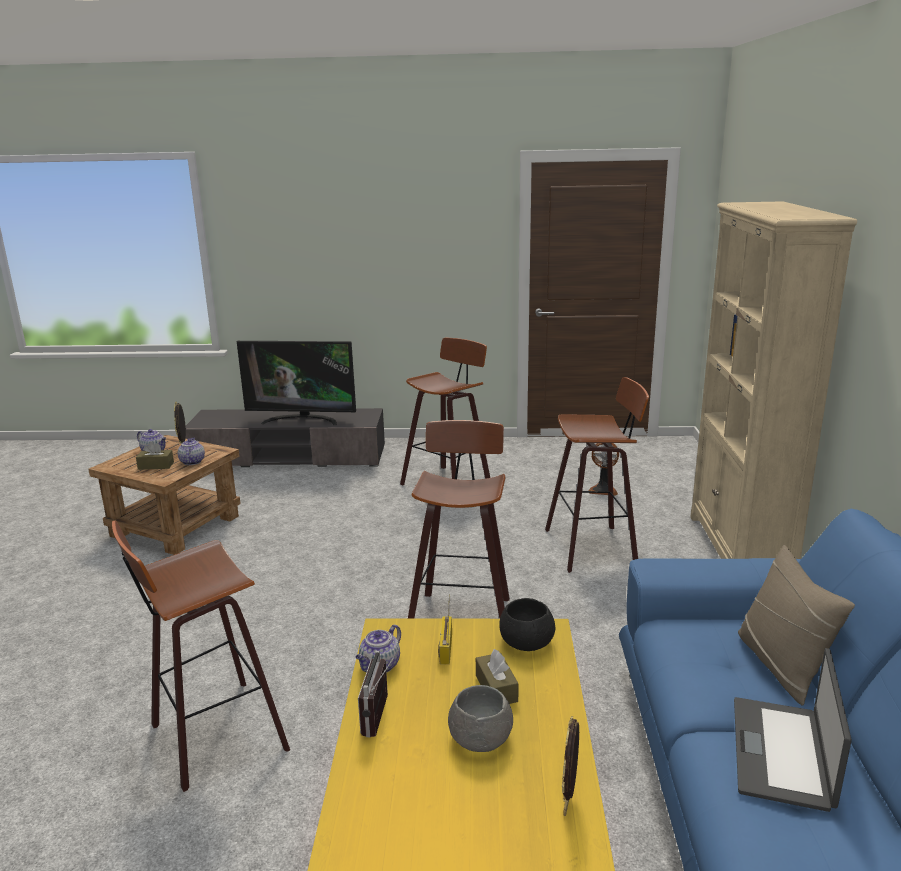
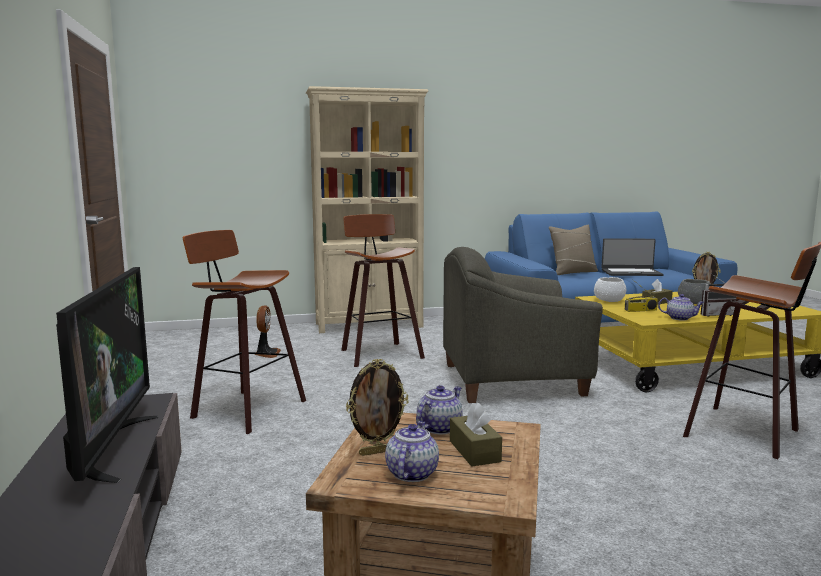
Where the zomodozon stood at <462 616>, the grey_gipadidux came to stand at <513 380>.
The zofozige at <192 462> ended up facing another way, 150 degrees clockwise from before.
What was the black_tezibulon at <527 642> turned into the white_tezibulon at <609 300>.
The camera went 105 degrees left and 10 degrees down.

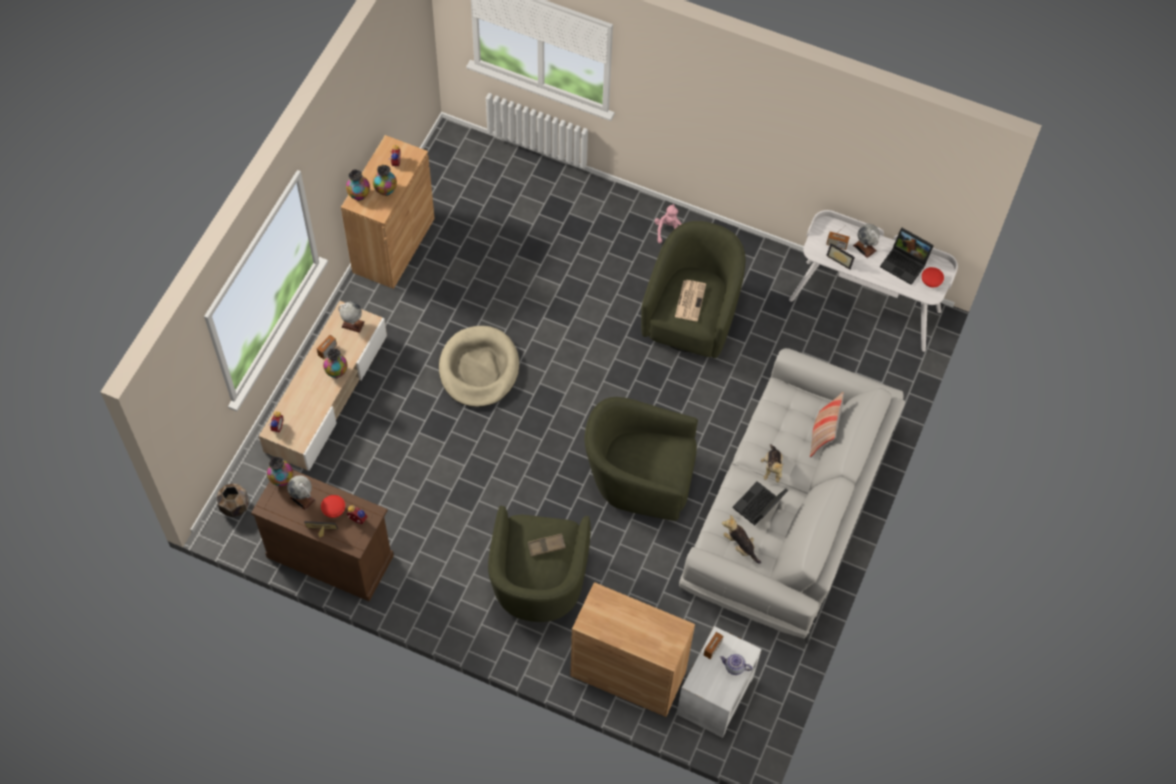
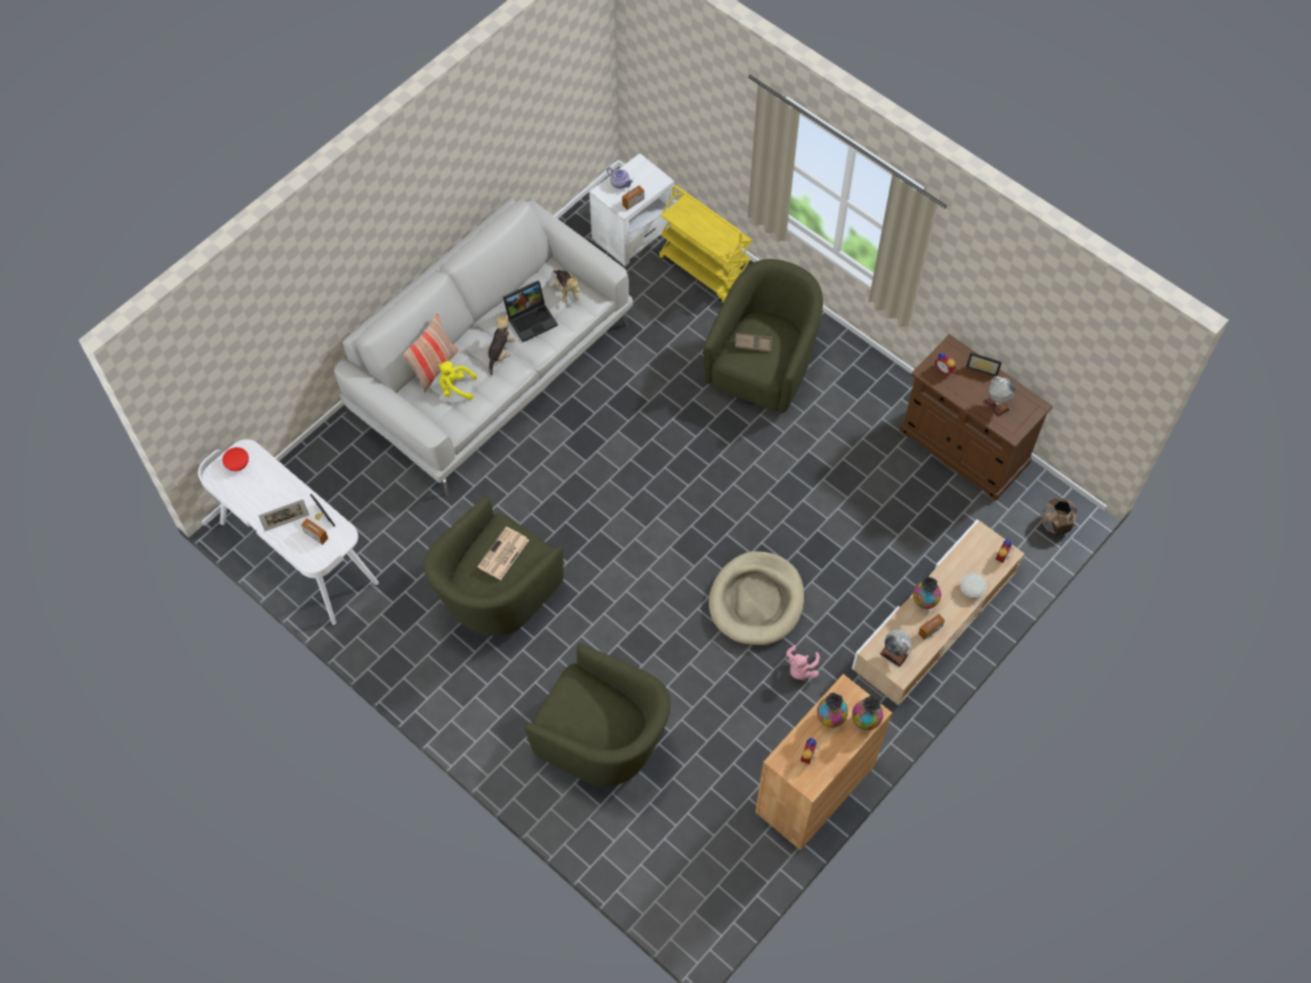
The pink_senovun ended up elsewhere, having gone from <669 231> to <801 669>.
Where the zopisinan stood at <865 248>, the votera came to stand at <287 523>.
The second view lost the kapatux at <905 264>.
The green_gipadidux ended up elsewhere, having gone from <639 479> to <602 741>.
The second view lost the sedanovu at <282 479>.
The second view lost the red_tezibulon at <333 510>.
Where the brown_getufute stood at <628 674>, the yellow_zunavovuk came to stand at <704 270>.
The second view gained the yellow_senovun at <456 388>.
The second view gained the white_tezibulon at <971 590>.
The camera went 160 degrees left and 0 degrees up.

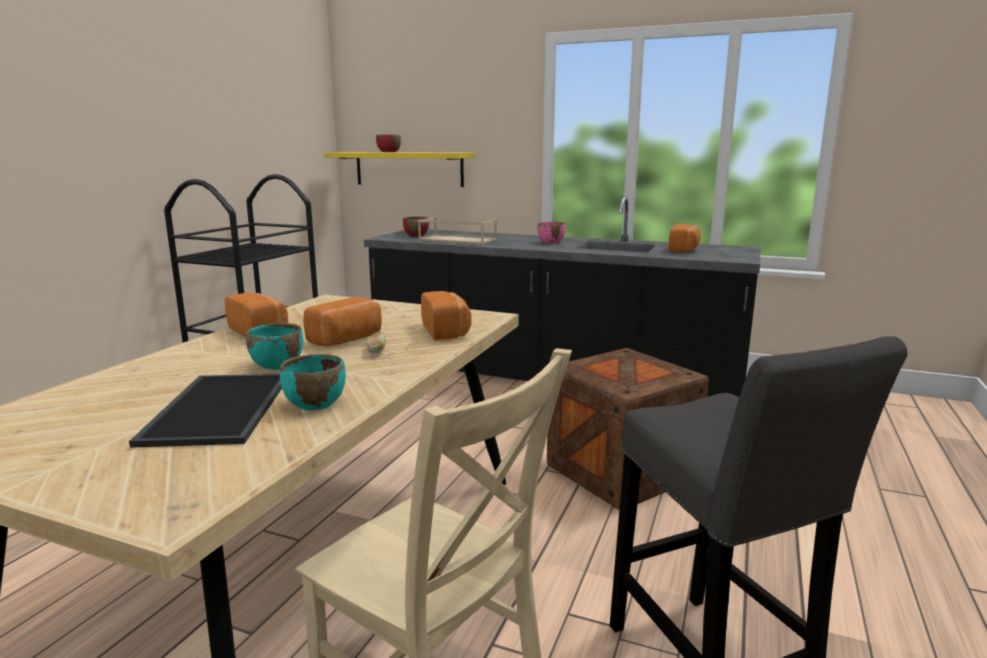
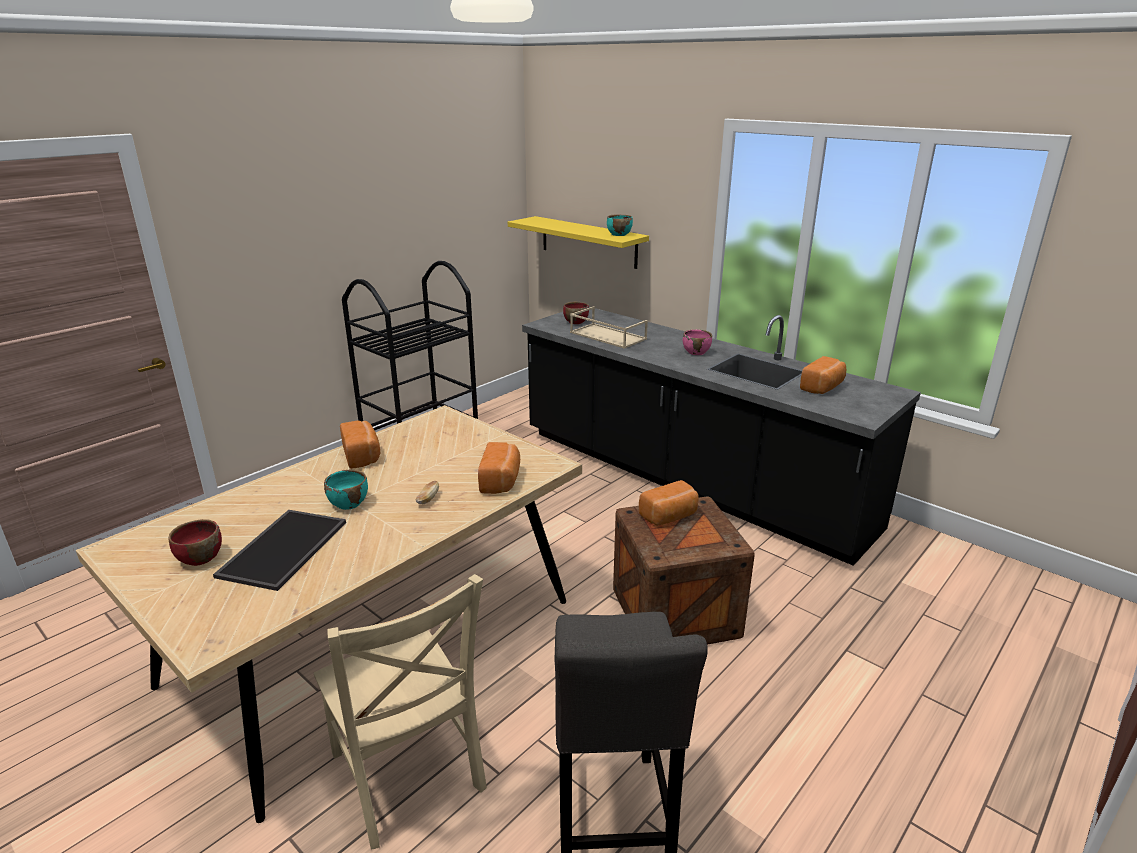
The red_tezibulon ended up elsewhere, having gone from <388 152> to <200 558>.
The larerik ended up elsewhere, having gone from <347 339> to <670 516>.
The turquoise_tezibulon ended up elsewhere, having gone from <314 404> to <619 234>.
The camera went 20 degrees right and 10 degrees up.

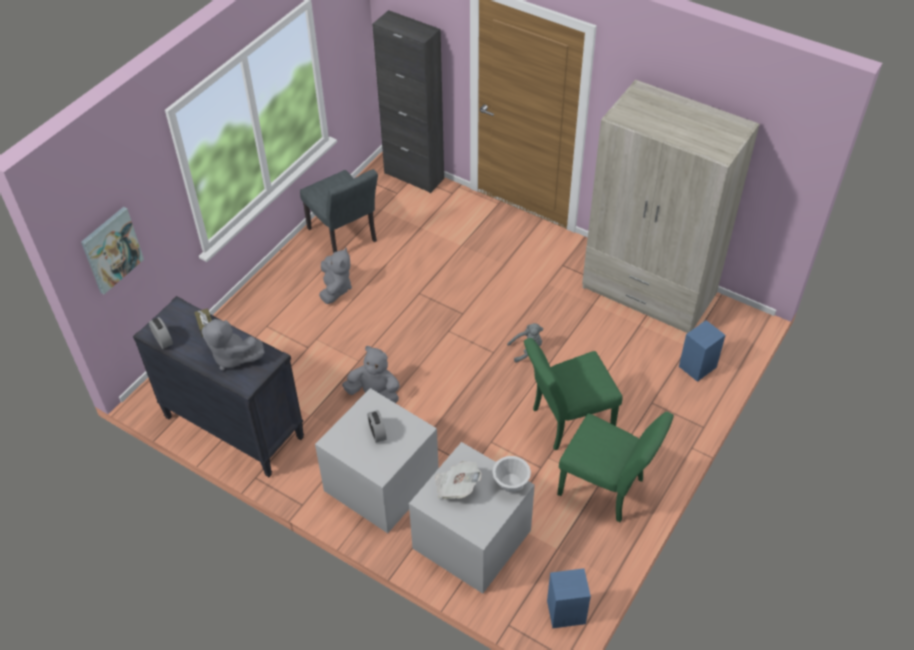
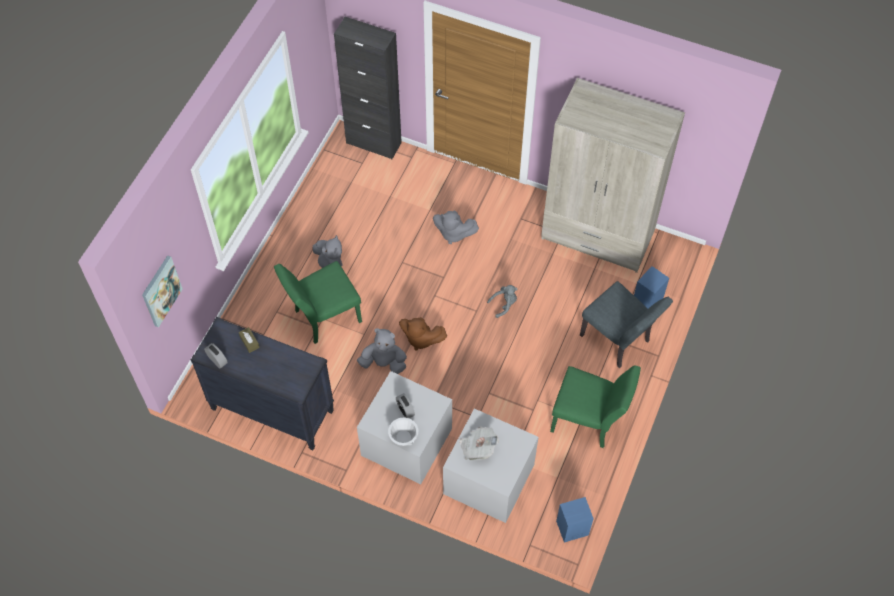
The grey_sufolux ended up elsewhere, having gone from <345 238> to <618 341>.
The grey_senovun ended up elsewhere, having gone from <232 357> to <453 233>.
The green_sufolux ended up elsewhere, having gone from <566 421> to <323 318>.
The white_tezibulon ended up elsewhere, having gone from <510 484> to <403 438>.
The second view gained the brown_senovun at <420 339>.
The camera went 10 degrees left and 10 degrees up.

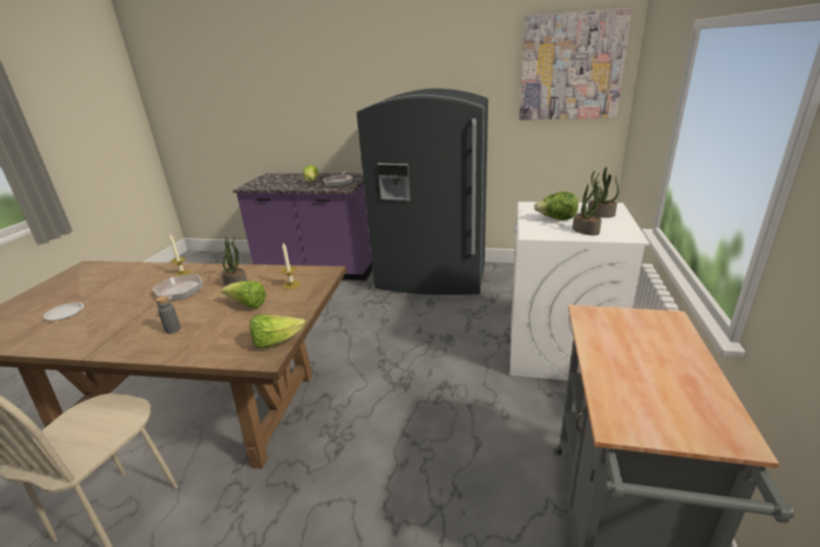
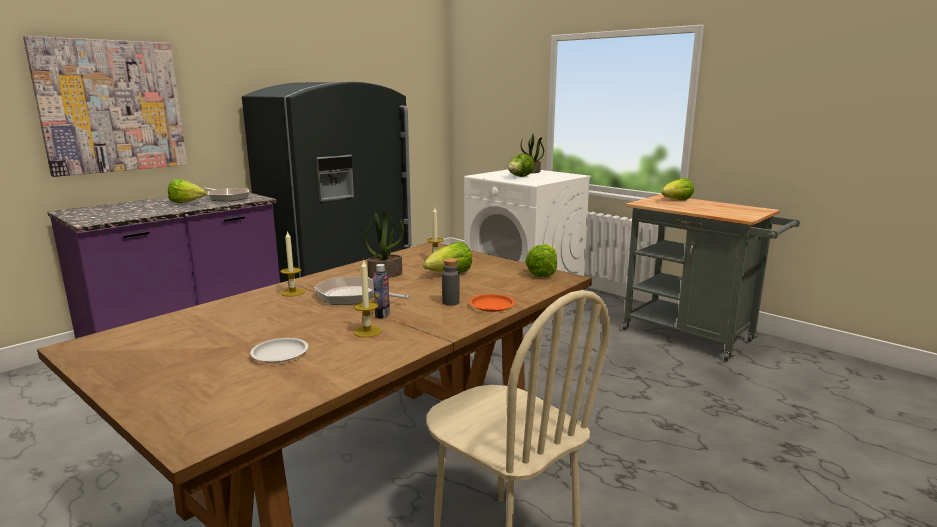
The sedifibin ended up elsewhere, having gone from <571 67> to <112 106>.
The second view lost the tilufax at <586 231>.
The second view gained the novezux at <676 200>.
The second view gained the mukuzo at <367 331>.
The second view gained the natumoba at <382 315>.
The second view gained the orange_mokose at <492 306>.
The camera went 60 degrees left and 10 degrees down.

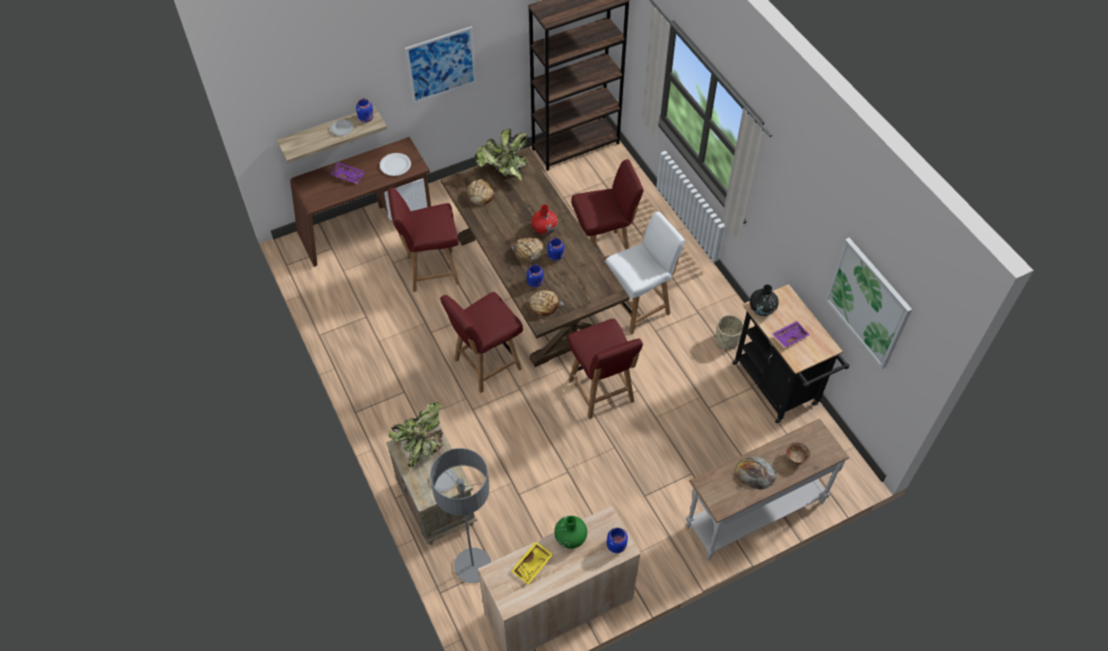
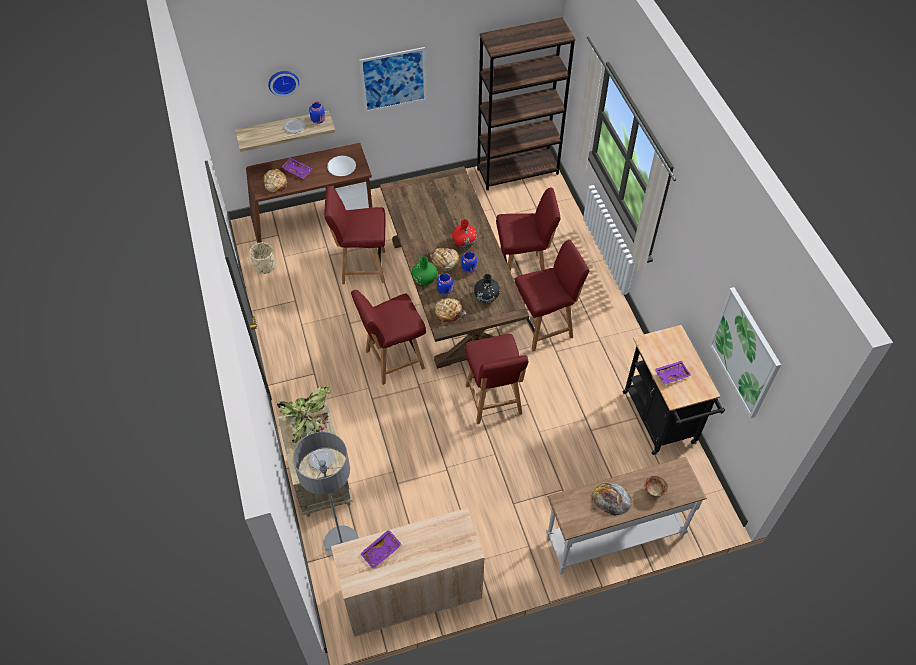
The second view lost the tilufax at <505 171>.
The larerik ended up elsewhere, having gone from <480 195> to <275 184>.
What was the white_sufolux at <639 307> turned into the red_sufolux at <545 327>.
The black_sedanovu ended up elsewhere, having gone from <762 309> to <486 297>.
The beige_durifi ended up elsewhere, having gone from <727 341> to <264 266>.
The green_sedanovu ended up elsewhere, having gone from <570 538> to <424 279>.
The second view lost the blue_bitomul at <617 545>.
What was the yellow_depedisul at <532 565> turned into the purple_depedisul at <381 552>.
The second view gained the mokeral at <283 81>.
The camera went 10 degrees right and 0 degrees up.

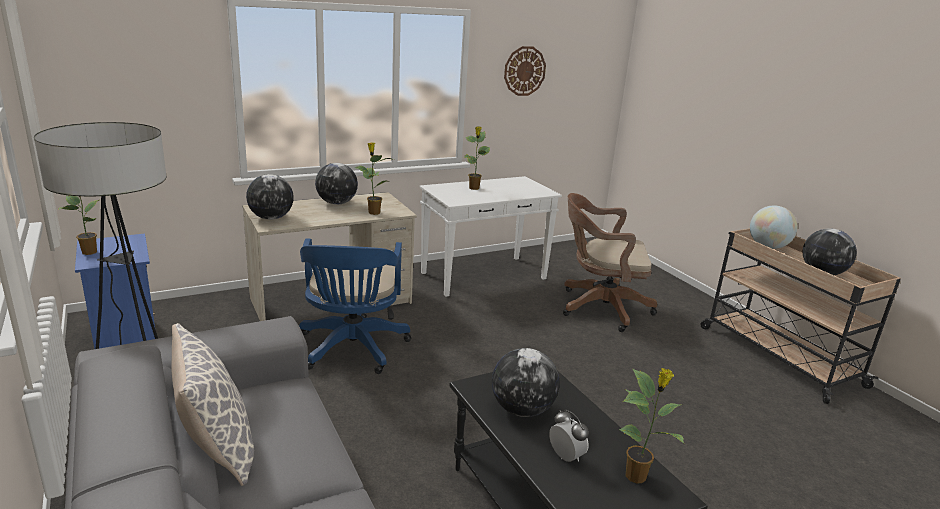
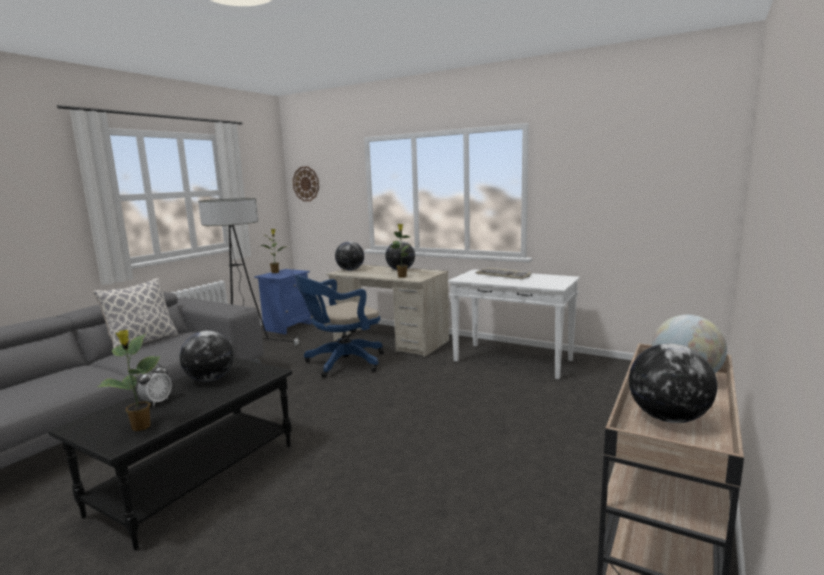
The mokeral ended up elsewhere, having gone from <524 71> to <306 184>.
Where the tilufax stood at <474 188>, the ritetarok came to stand at <504 275>.
The second view lost the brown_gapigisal at <599 307>.
The camera went 60 degrees right and 10 degrees down.

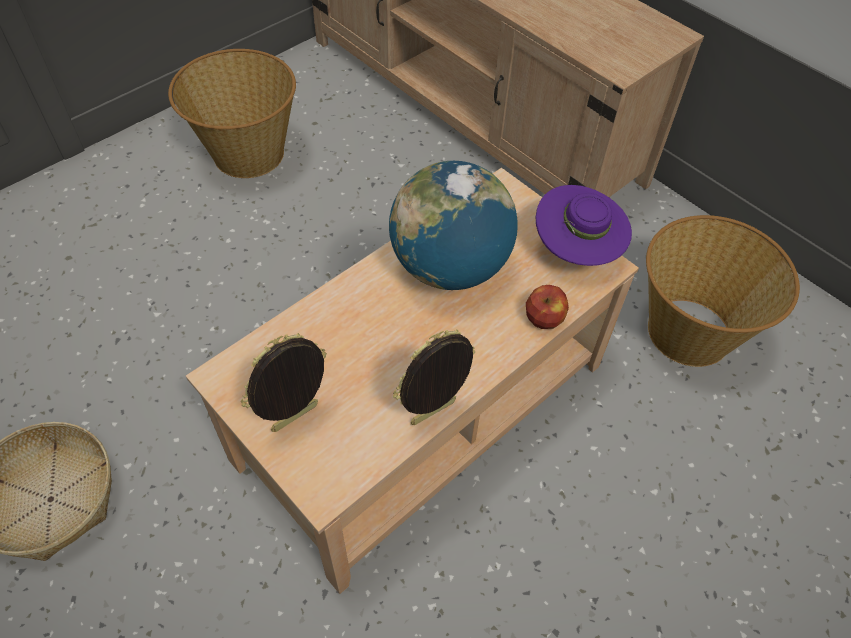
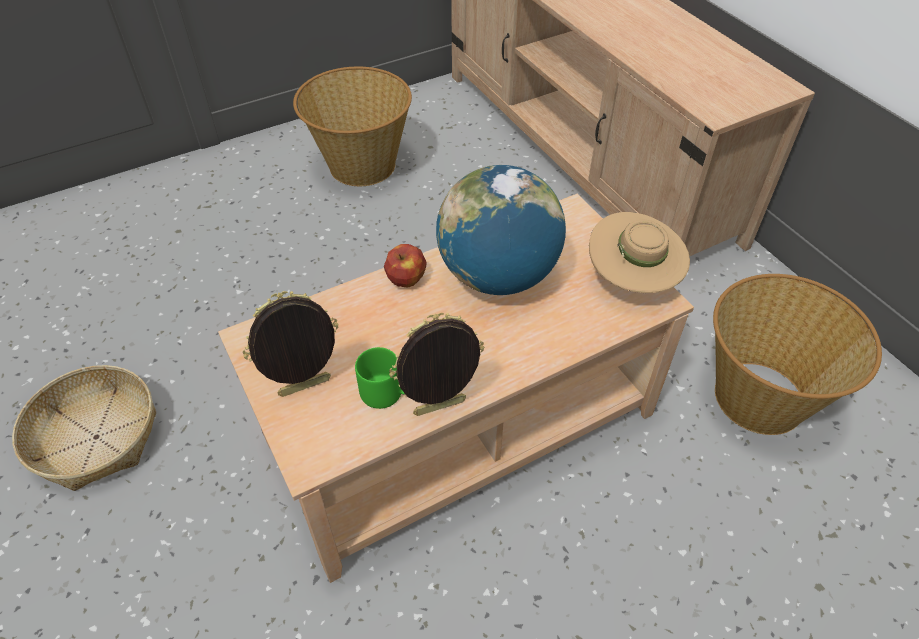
What was the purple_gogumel at <576 250> turned into the beige_gogumel at <632 280>.
The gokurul ended up elsewhere, having gone from <544 318> to <407 279>.
The second view gained the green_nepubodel at <386 393>.
The camera went 15 degrees right and 5 degrees down.

